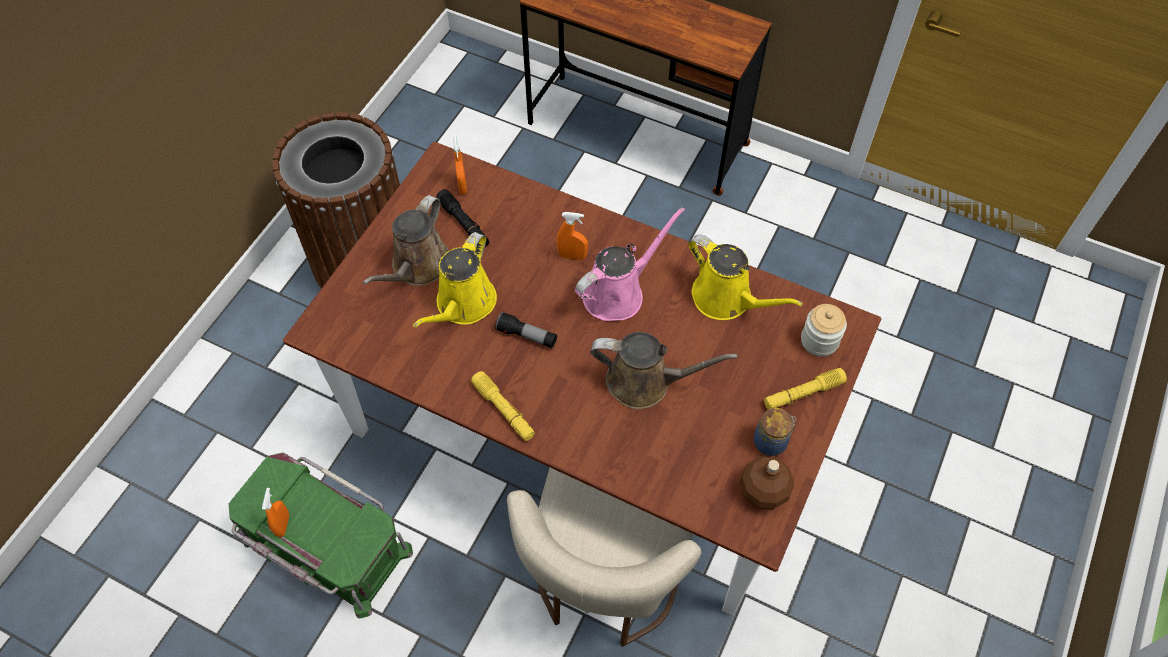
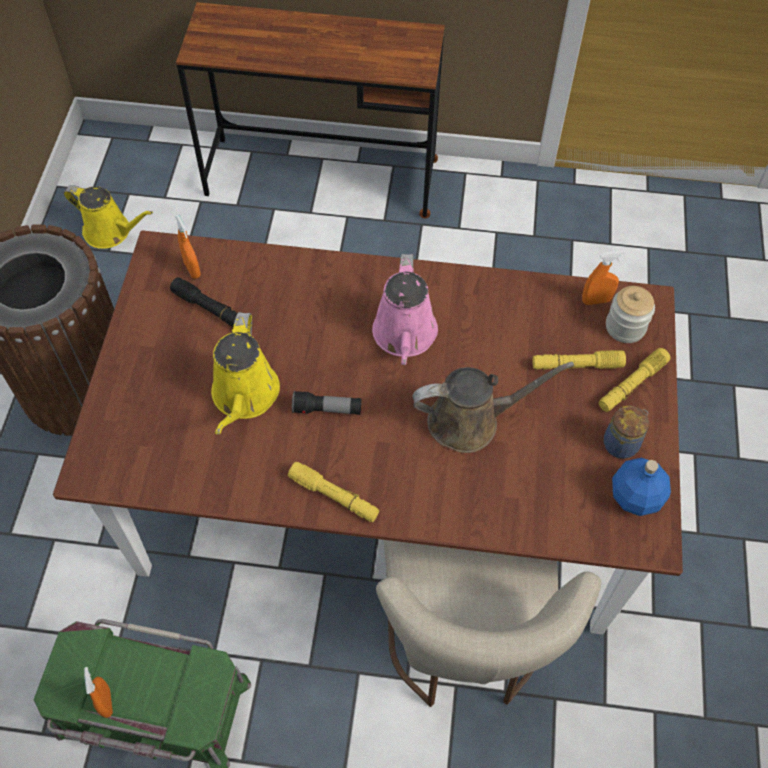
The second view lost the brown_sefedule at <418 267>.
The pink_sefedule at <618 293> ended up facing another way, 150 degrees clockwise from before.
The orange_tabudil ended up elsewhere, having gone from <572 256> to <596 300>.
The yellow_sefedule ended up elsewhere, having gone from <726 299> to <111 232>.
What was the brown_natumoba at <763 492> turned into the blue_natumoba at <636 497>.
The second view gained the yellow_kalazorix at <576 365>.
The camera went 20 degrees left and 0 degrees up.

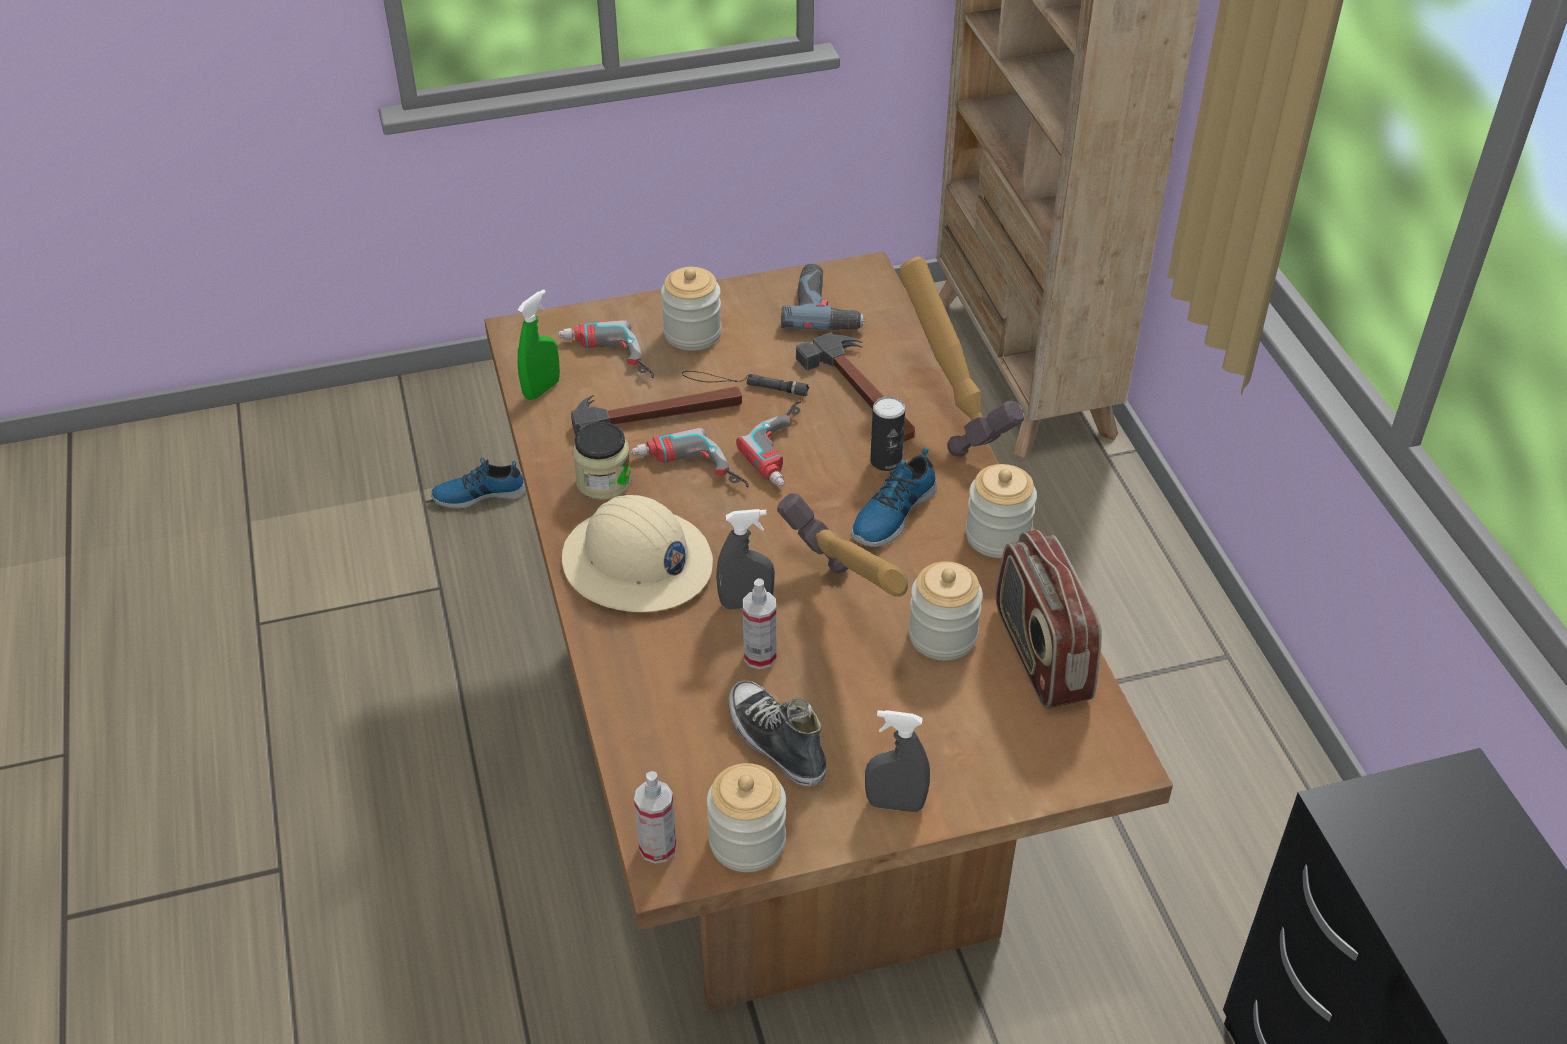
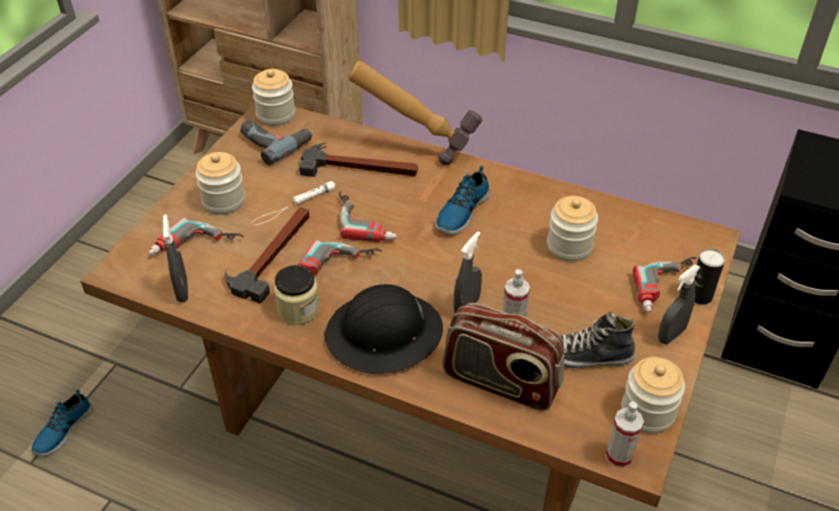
What was the green_tabudil at <542 389> turned into the grey_tabudil at <182 291>.
What was the black_kalazorix at <744 384> turned into the white_kalazorix at <293 206>.
The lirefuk ended up elsewhere, having gone from <886 461> to <700 296>.
The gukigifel at <891 513> ended up facing another way, 45 degrees clockwise from before.
The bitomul ended up elsewhere, having gone from <997 536> to <276 115>.
The second view lost the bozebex at <837 614>.
What was the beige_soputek at <637 564> turned into the black_soputek at <384 334>.
The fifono ended up elsewhere, having gone from <1040 654> to <501 382>.
The second view gained the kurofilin at <669 288>.
The camera went 50 degrees left and 0 degrees up.

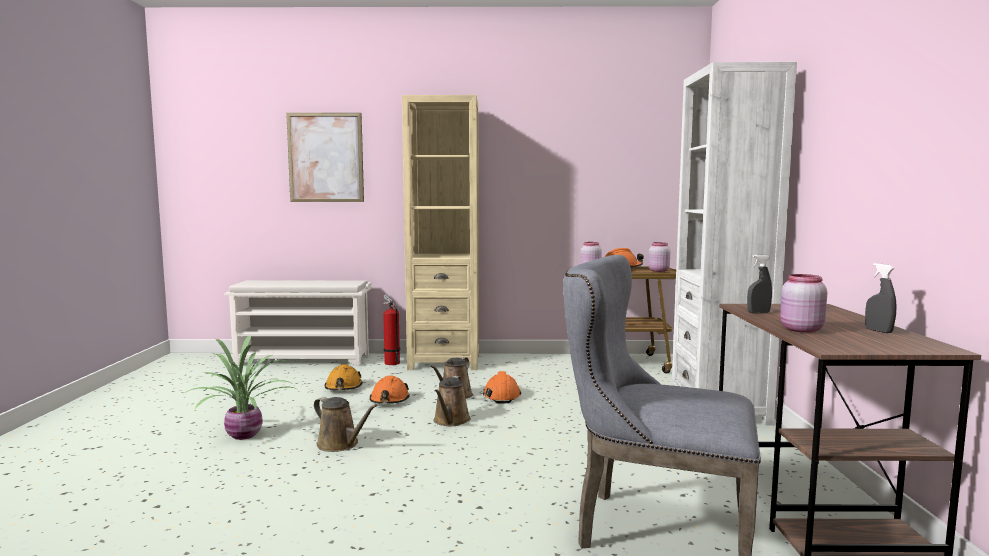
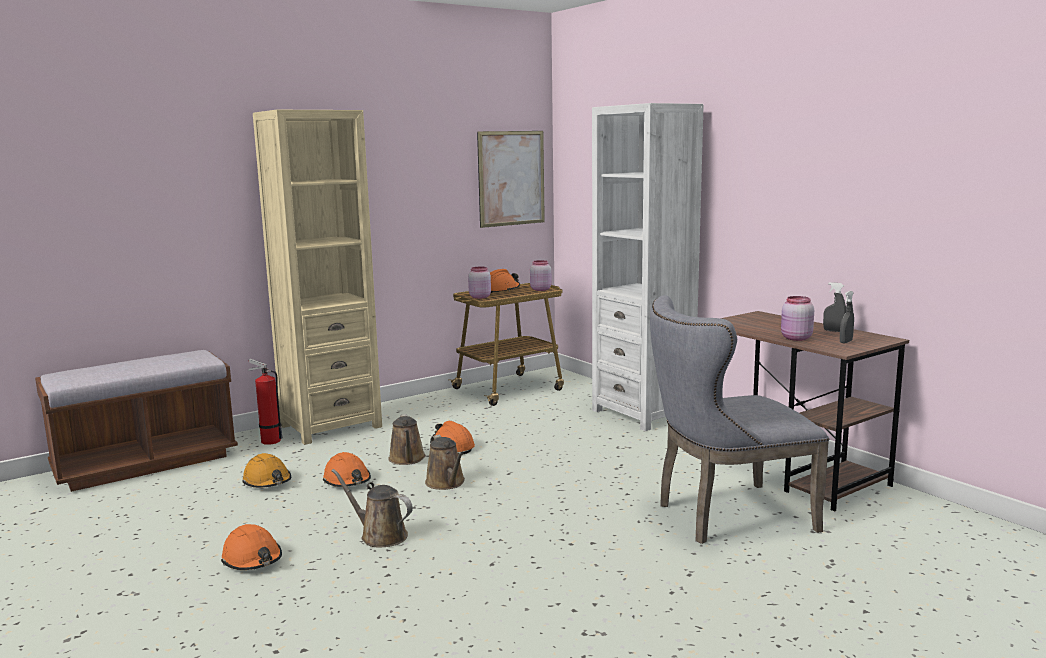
The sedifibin ended up elsewhere, having gone from <325 157> to <511 178>.
The grey_tabudil ended up elsewhere, having gone from <758 312> to <846 342>.
Where the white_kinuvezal stood at <304 359>, the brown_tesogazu came to stand at <145 463>.
Where the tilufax stood at <245 434>, the orange_soputek came to stand at <252 560>.
The brown_sefedule at <340 444> ended up facing another way, 150 degrees counterclockwise from before.
The camera went 35 degrees left and 5 degrees up.

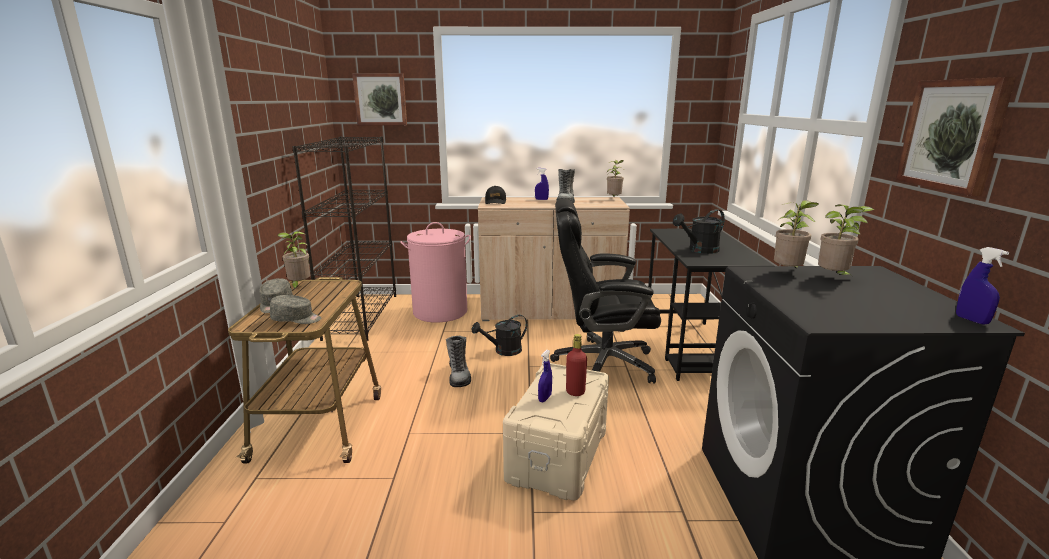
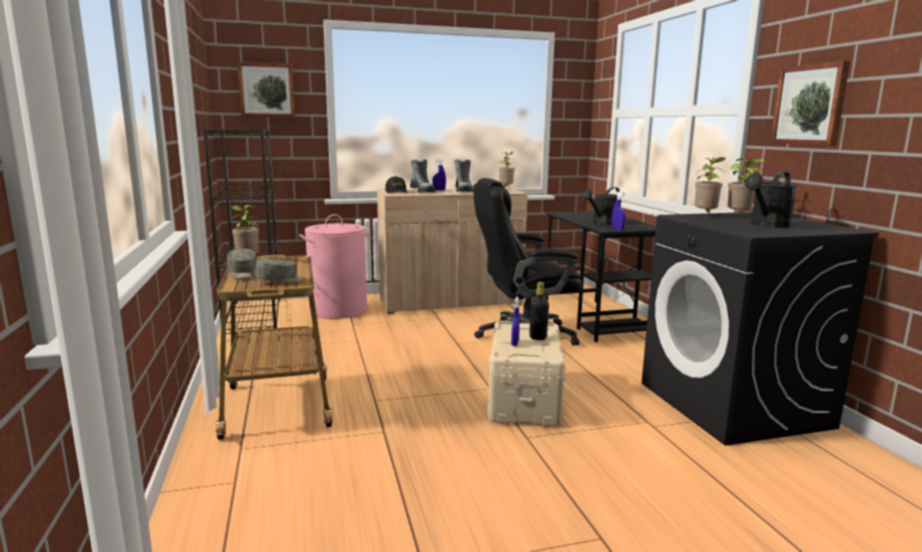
The blue_tabudil ended up elsewhere, having gone from <971 320> to <617 229>.
The black_sefedule ended up elsewhere, having gone from <503 351> to <767 225>.
What was the red_natumoba at <575 392> turned into the black_natumoba at <538 337>.
The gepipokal ended up elsewhere, having gone from <459 375> to <422 191>.
The camera went 15 degrees left and 5 degrees down.

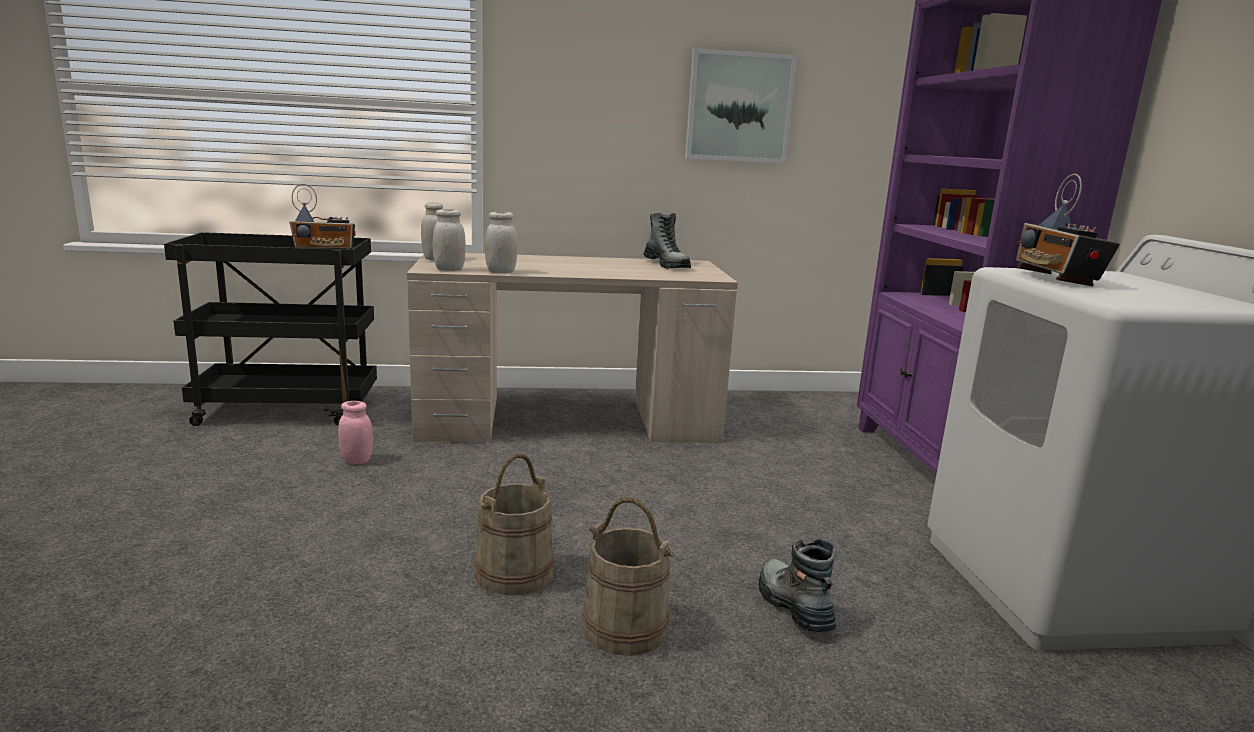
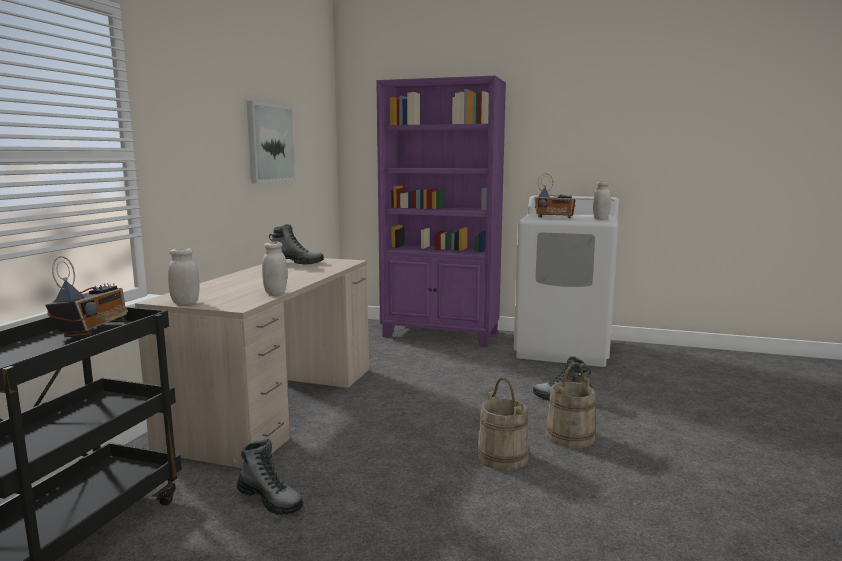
The white_bitomul ended up elsewhere, having gone from <449 269> to <600 219>.
Where the pink_bitomul stood at <356 460>, the gepipokal came to stand at <270 500>.
The camera went 65 degrees left and 5 degrees down.

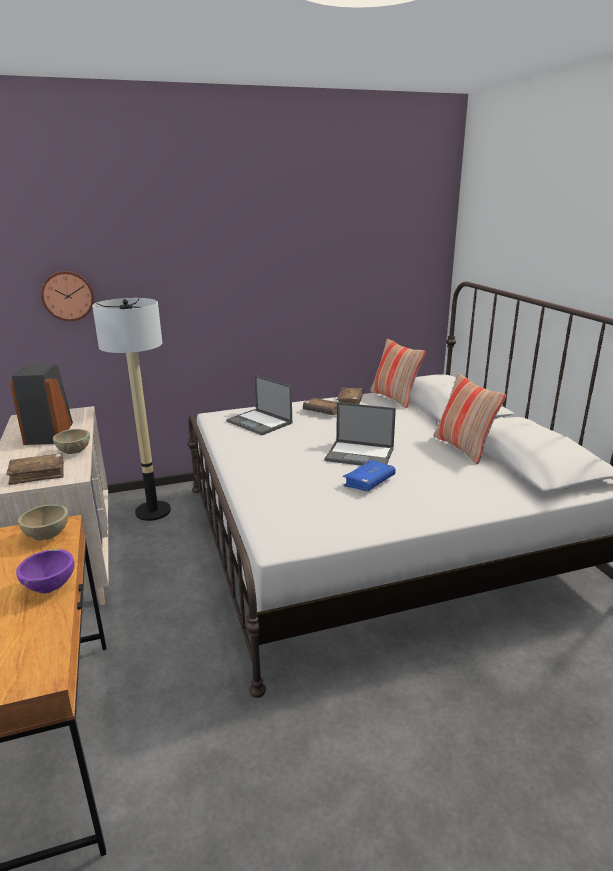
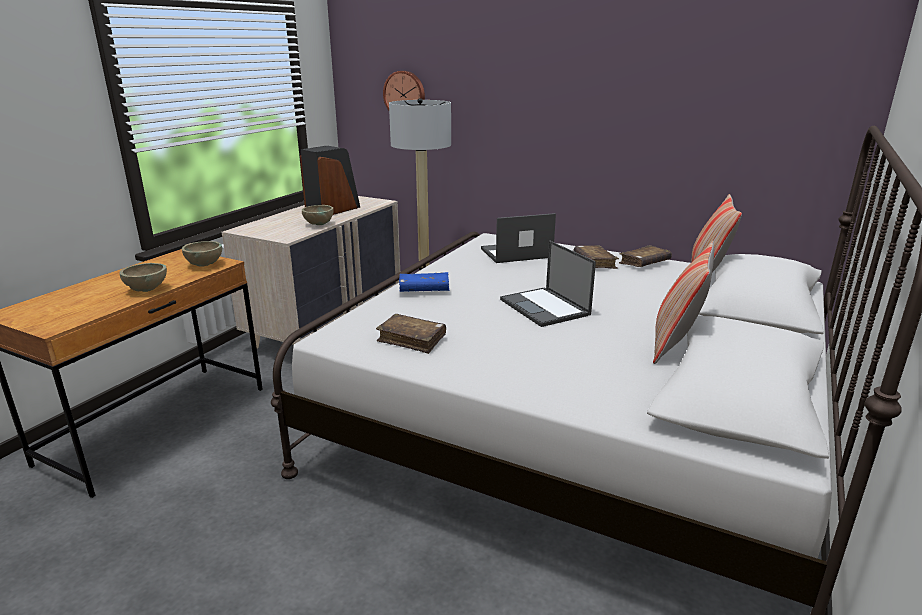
The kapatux at <260 422> ended up facing another way, 75 degrees clockwise from before.
The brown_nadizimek ended up elsewhere, having gone from <38 474> to <412 340>.
The blue_nadizimek ended up elsewhere, having gone from <369 482> to <424 290>.
What was the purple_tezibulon at <50 586> turned into the beige_tezibulon at <147 290>.
The camera went 45 degrees right and 0 degrees up.

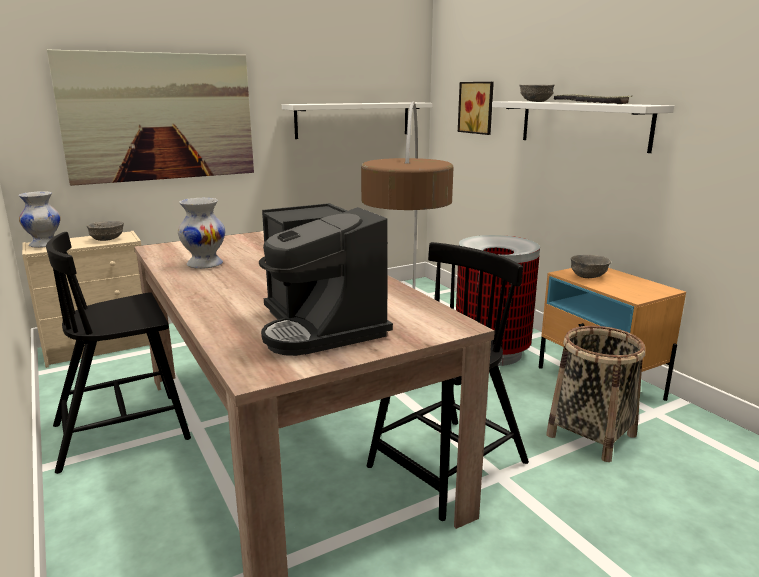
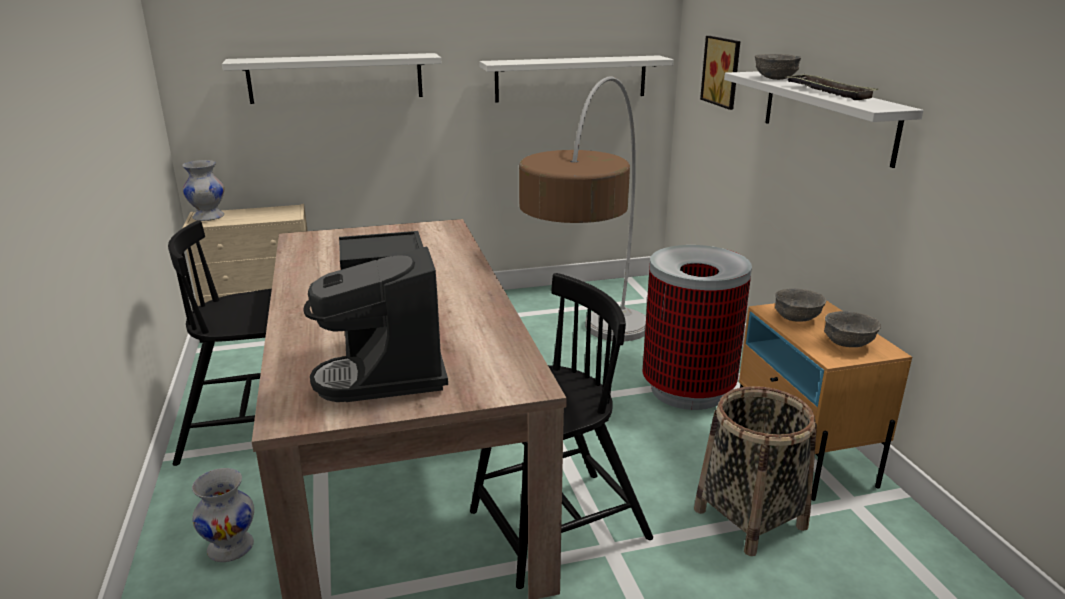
Where the sedifibin hung at <160 117>, the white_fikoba came to hang at <336 78>.
The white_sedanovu ended up elsewhere, having gone from <204 265> to <230 548>.
The grey_tezibulon ended up elsewhere, having gone from <107 240> to <847 343>.
The camera went 15 degrees right and 5 degrees up.

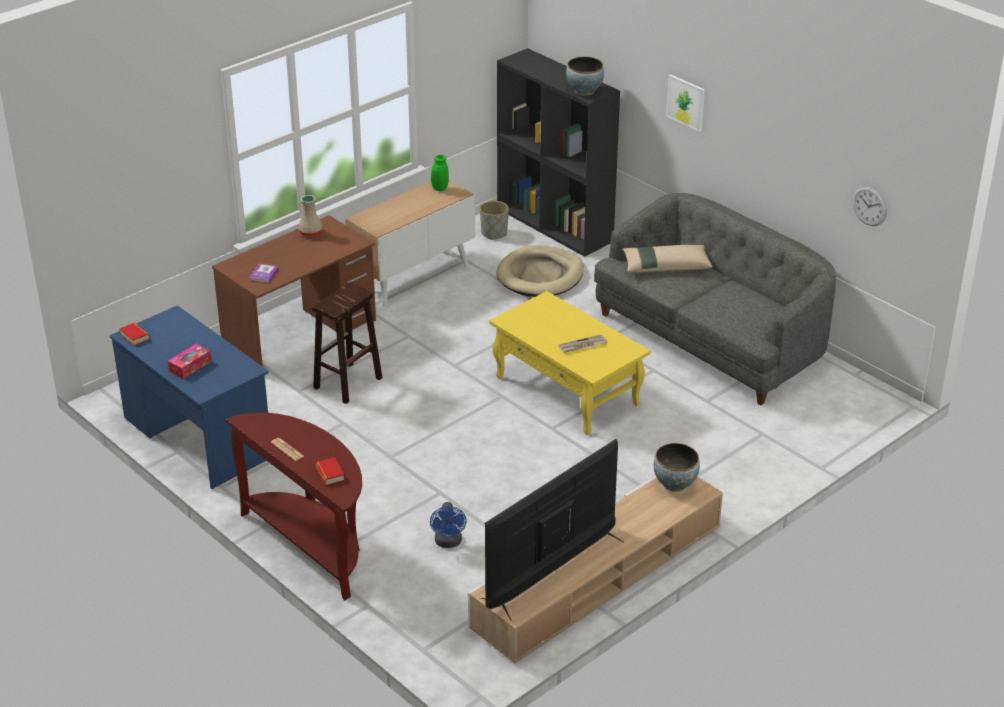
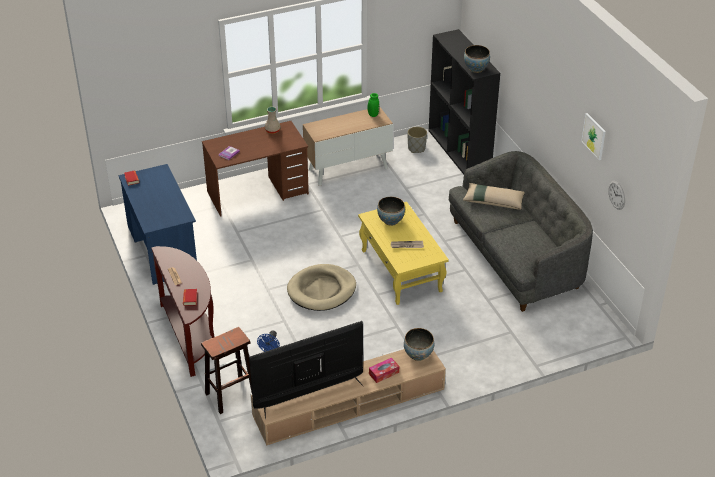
The sedifibin ended up elsewhere, having gone from <686 102> to <594 136>.
The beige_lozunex ended up elsewhere, having gone from <540 275> to <321 290>.
The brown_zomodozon ended up elsewhere, having gone from <347 384> to <230 396>.
The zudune ended up elsewhere, having gone from <190 366> to <384 373>.
The second view gained the tezibulon at <391 221>.
The camera went 20 degrees right and 5 degrees up.

